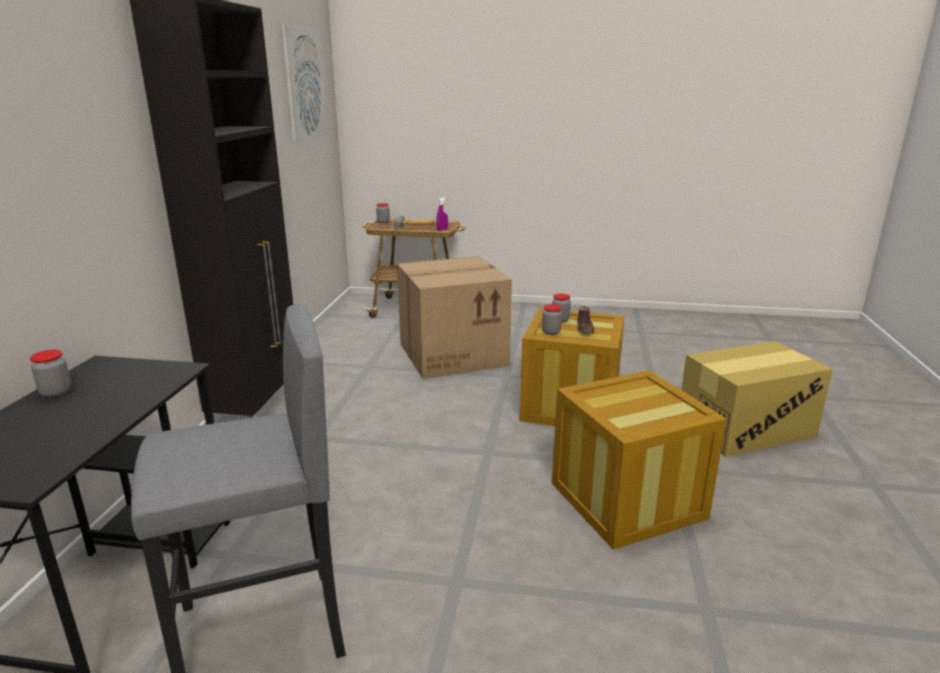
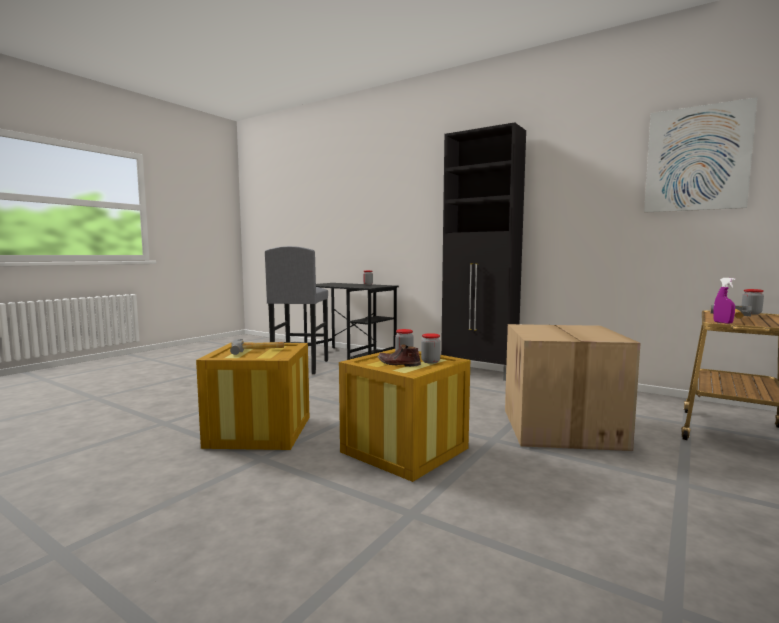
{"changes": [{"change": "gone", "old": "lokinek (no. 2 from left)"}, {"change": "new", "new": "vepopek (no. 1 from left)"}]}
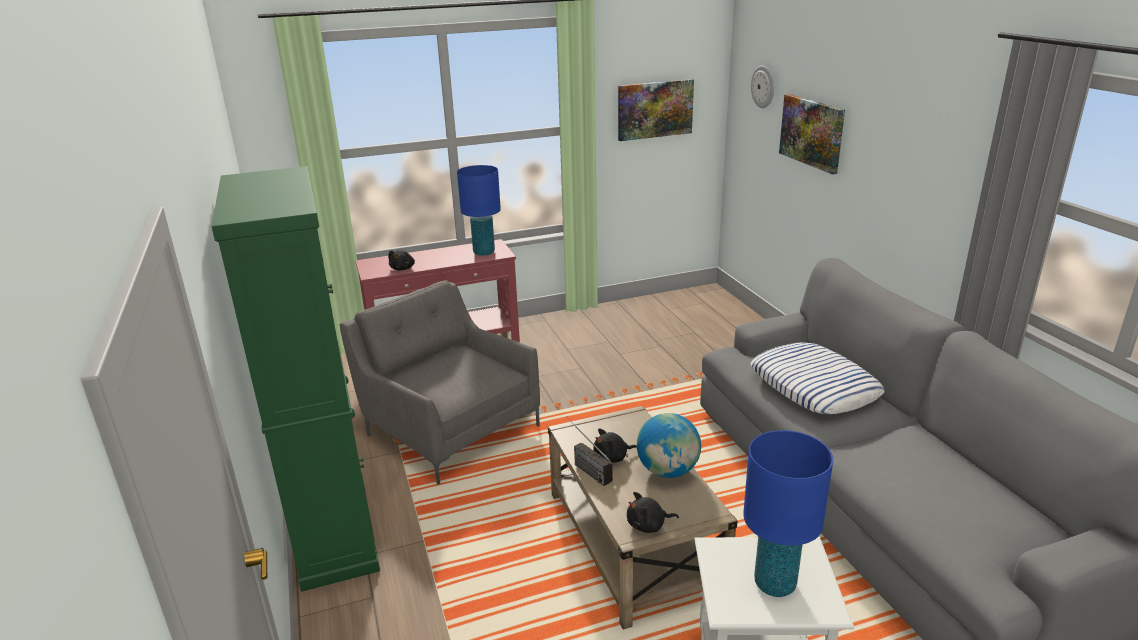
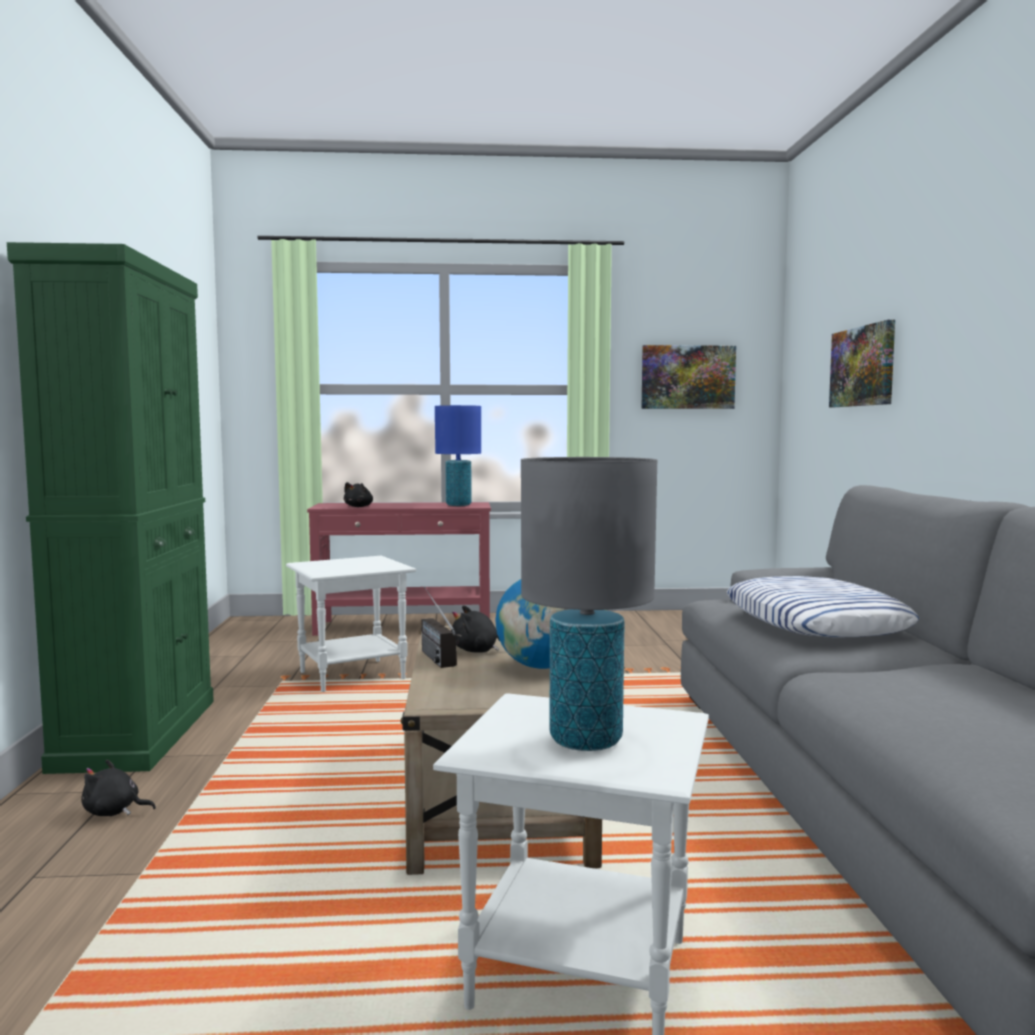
{"changes": [{"change": "swapped", "old": "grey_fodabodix", "new": "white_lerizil (no. 1 from left)"}, {"change": "shifted", "old": "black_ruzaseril (no. 3 from left in the first image)", "new": "black_ruzaseril (no. 1 from left)"}, {"change": "repainted", "old": "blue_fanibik (no. 2 from left)", "new": "grey_fanibik"}, {"change": "gone", "old": "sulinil"}]}
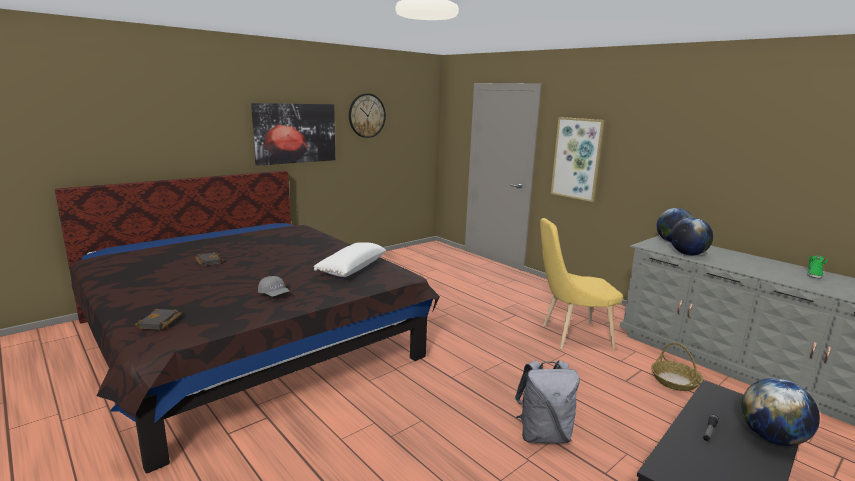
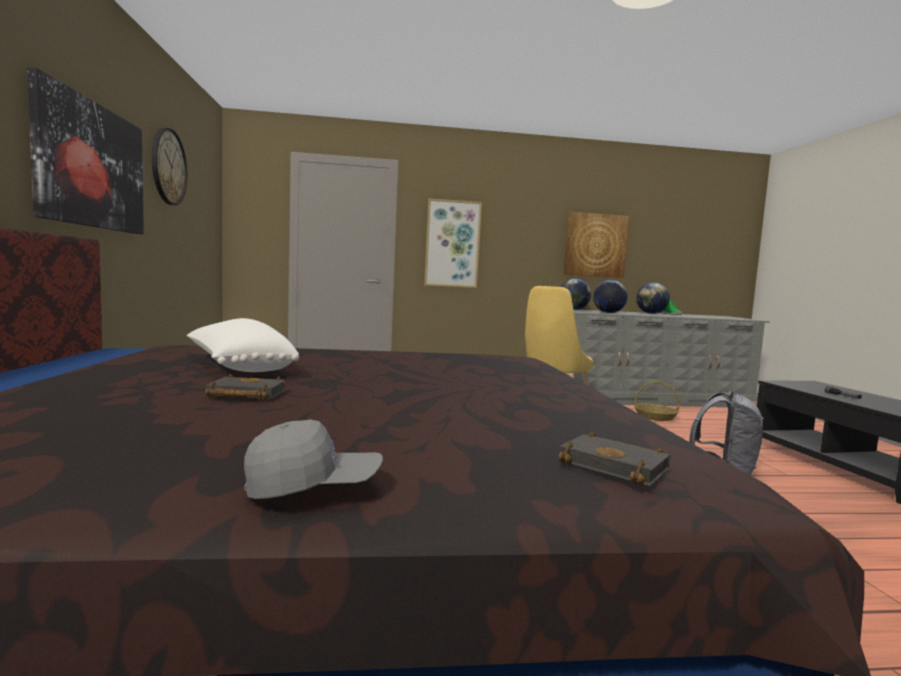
{"changes": [{"change": "shifted", "old": "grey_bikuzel"}, {"change": "shifted", "old": "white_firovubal"}, {"change": "shifted", "old": "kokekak (no. 3 from left)"}, {"change": "new", "new": "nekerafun (no. 3 from left)"}]}
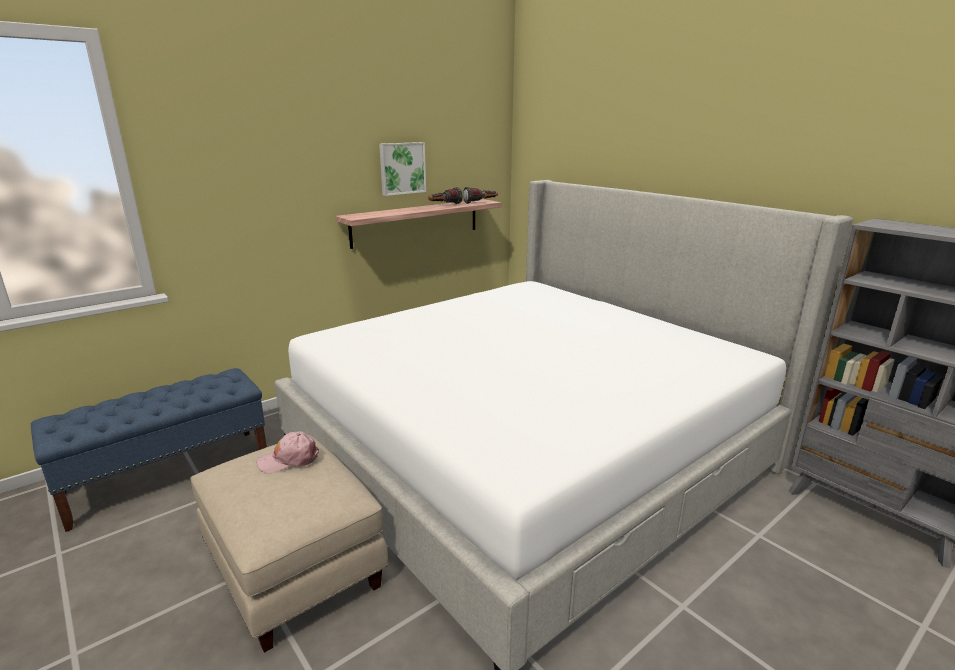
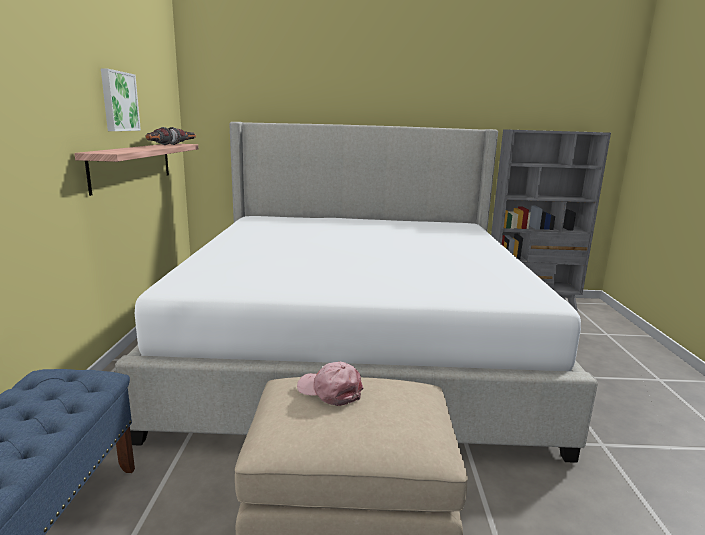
{"changes": [{"change": "rotated", "old": "pink_bikuzel", "degrees": 105}]}
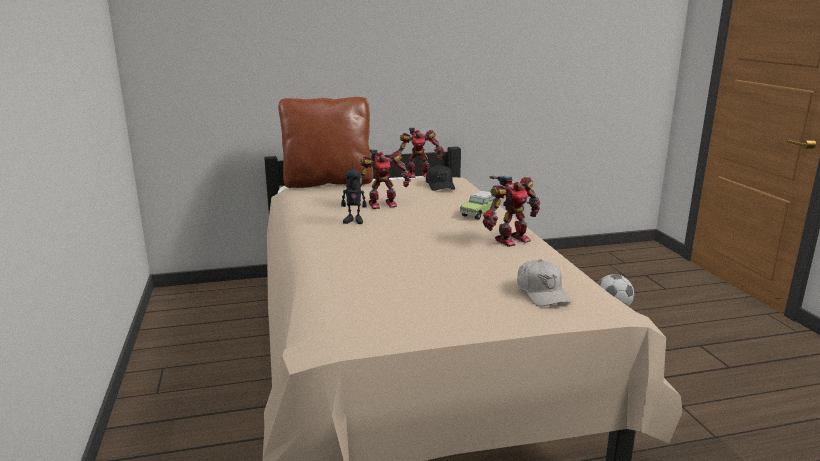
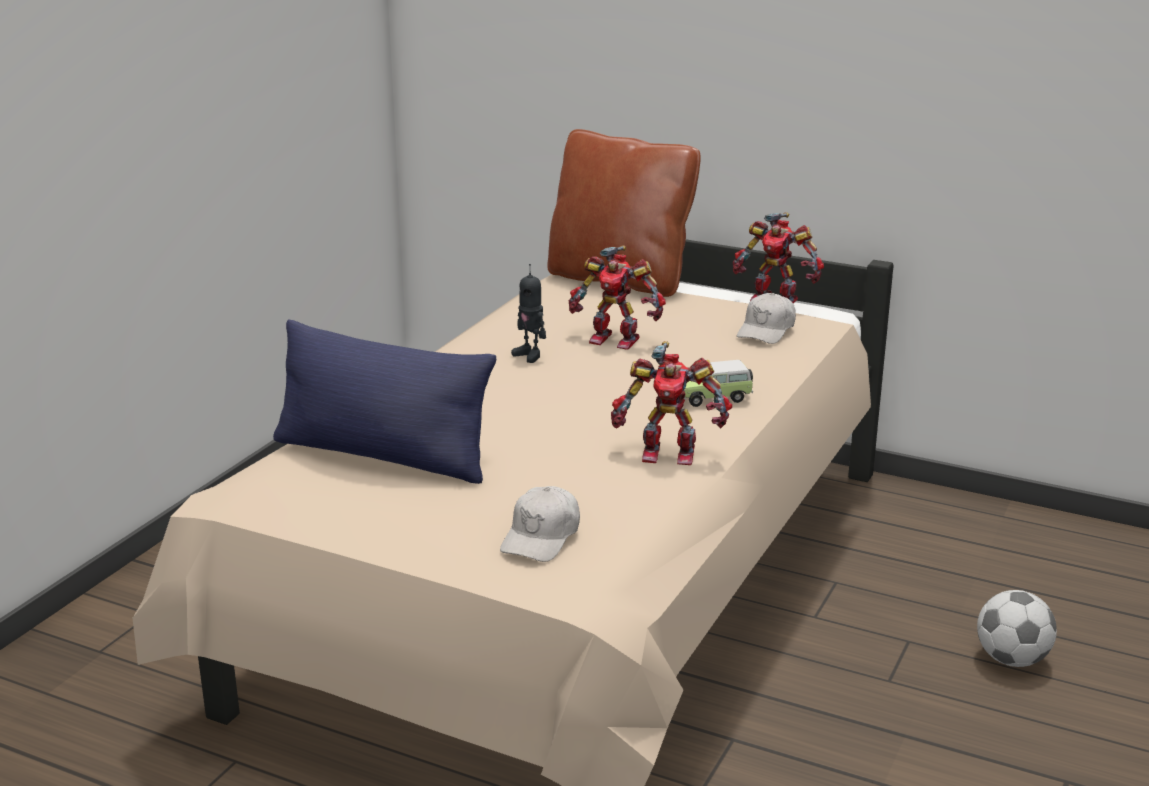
{"changes": [{"change": "repainted", "old": "black_bikuzel", "new": "white_bikuzel (no. 2 from left)"}, {"change": "new", "new": "blue_firovubal"}]}
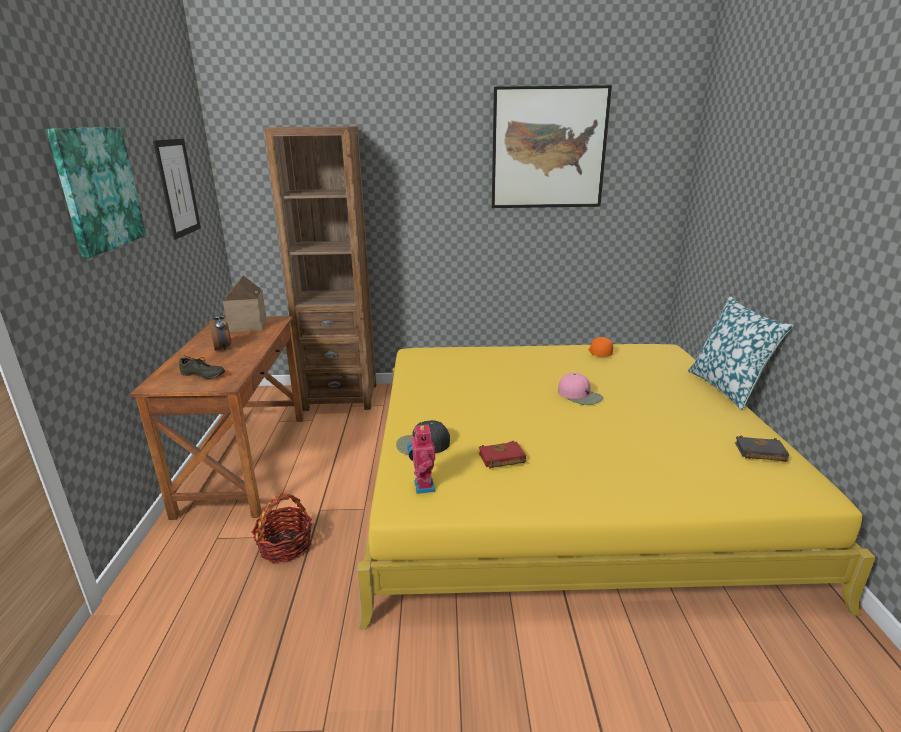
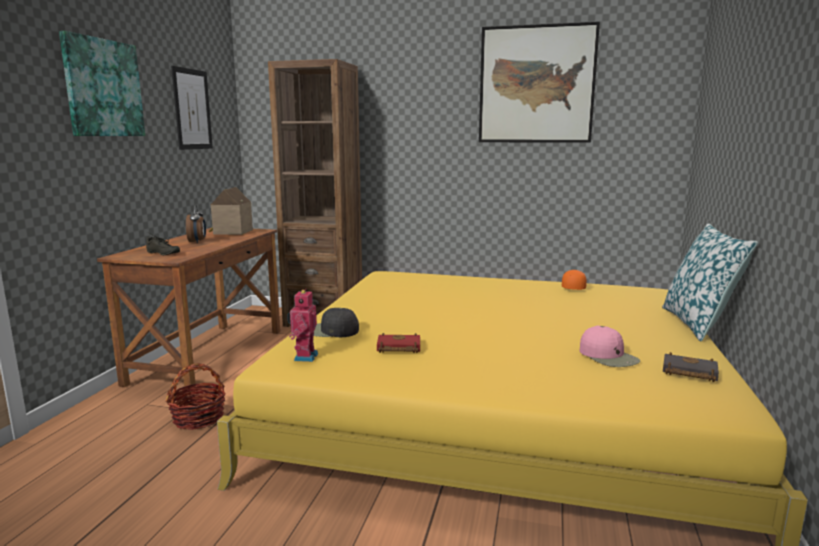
{"changes": [{"change": "shifted", "old": "pink_bikuzel"}]}
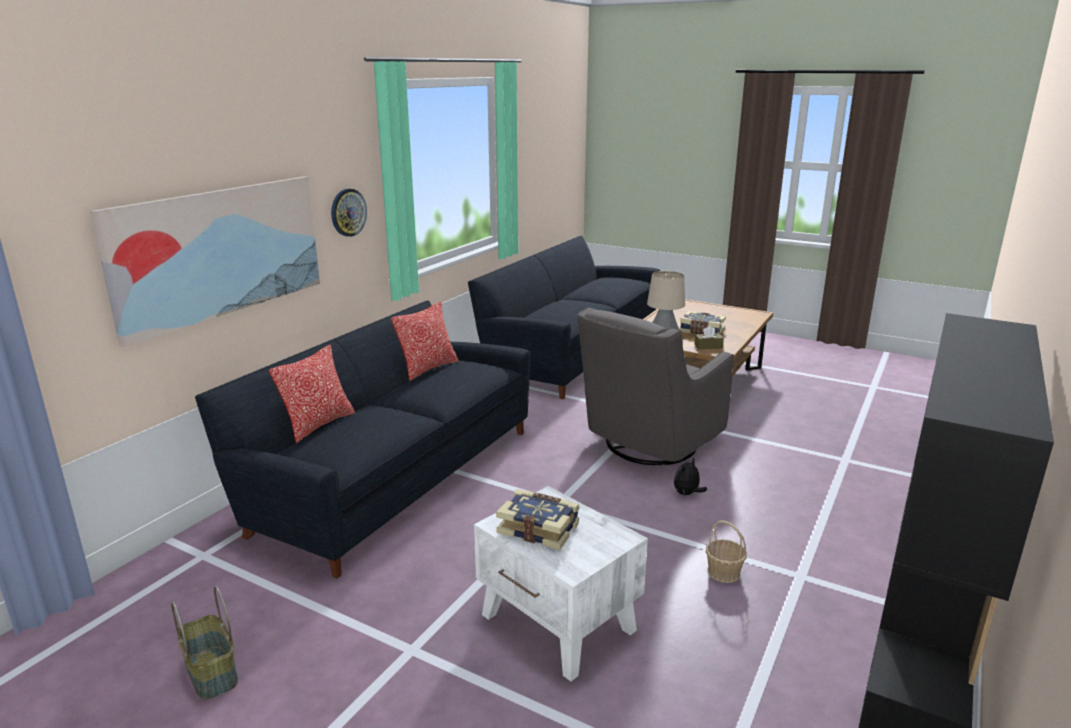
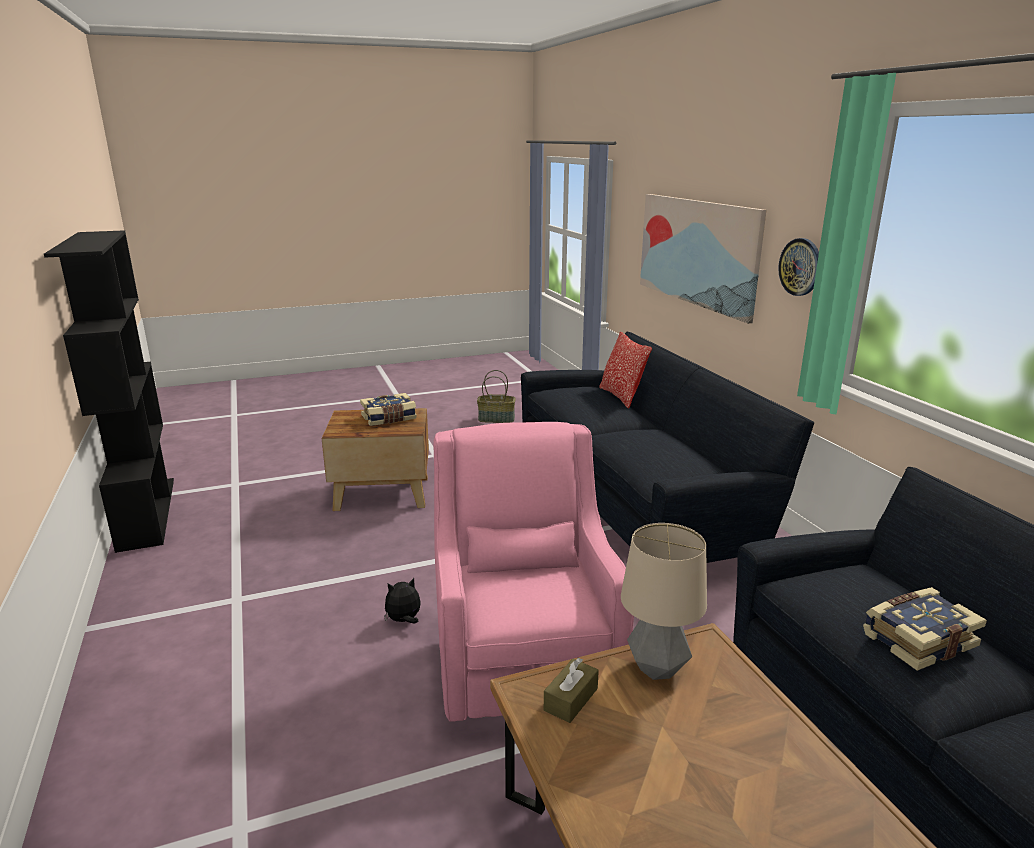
{"changes": [{"change": "gone", "old": "firovubal (no. 2 from left)"}, {"change": "repainted", "old": "white_lerizil", "new": "brown_lerizil"}, {"change": "repainted", "old": "grey_fodabodix", "new": "pink_fodabodix"}, {"change": "rotated", "old": "ruzaseril", "degrees": -105}, {"change": "shifted", "old": "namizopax (no. 2 from left)"}, {"change": "gone", "old": "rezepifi (no. 2 from left)"}]}
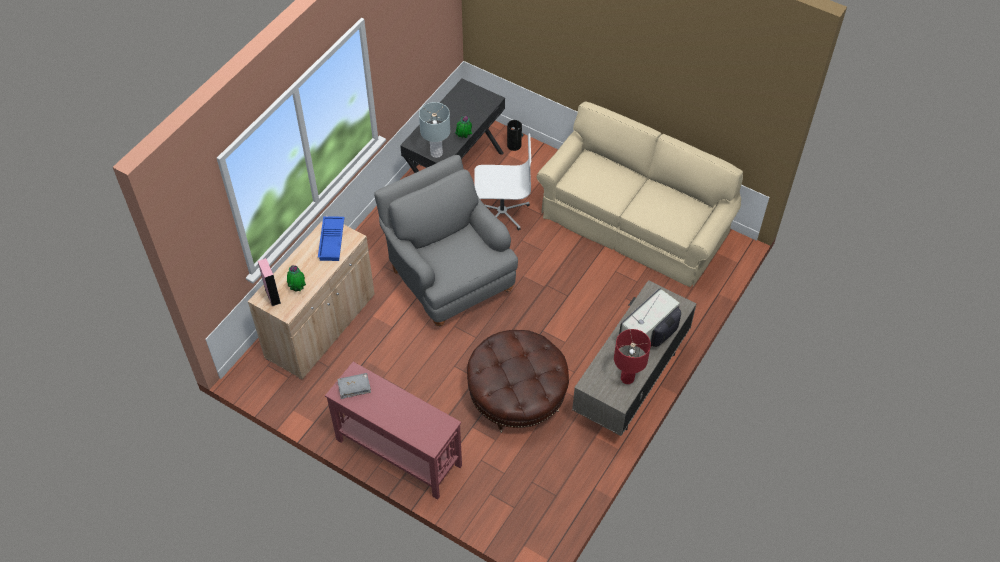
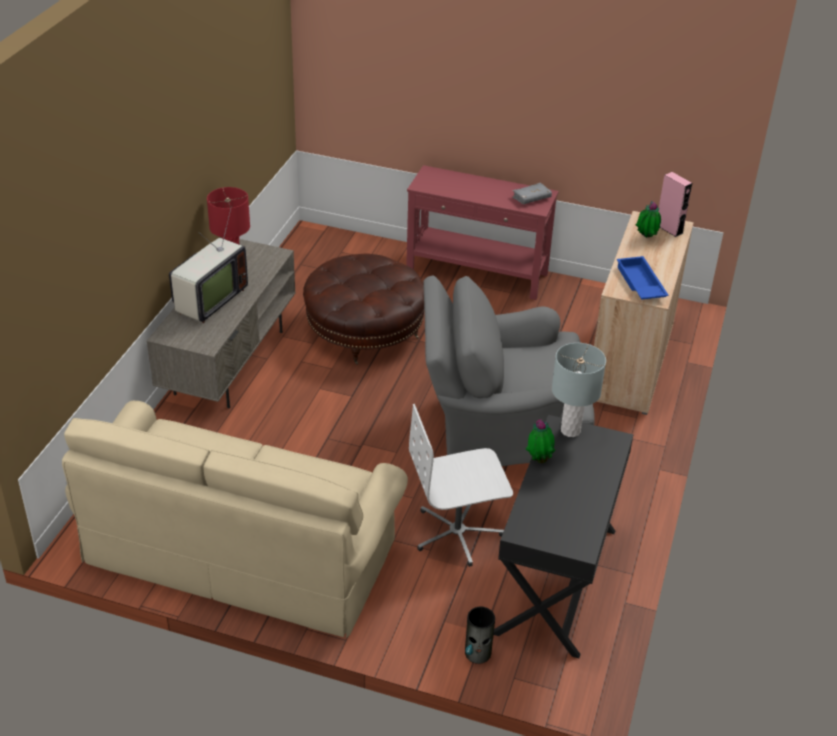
{"changes": [{"change": "rotated", "old": "grey_fodabodix", "degrees": 135}]}
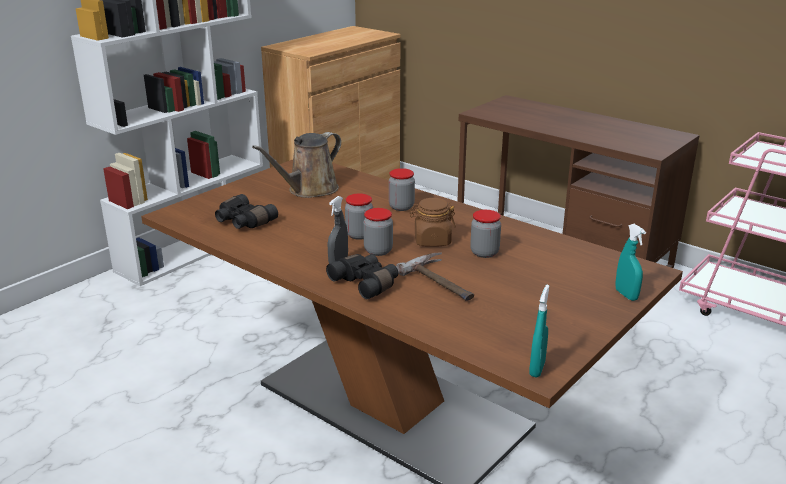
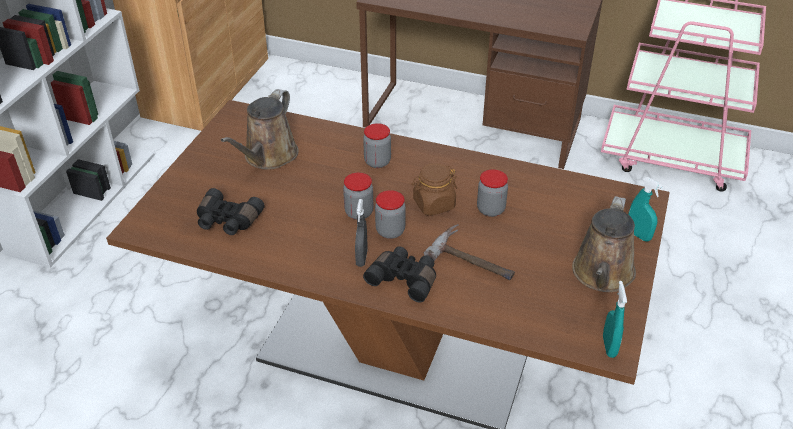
{"changes": [{"change": "new", "new": "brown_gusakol (no. 2 from left)"}]}
